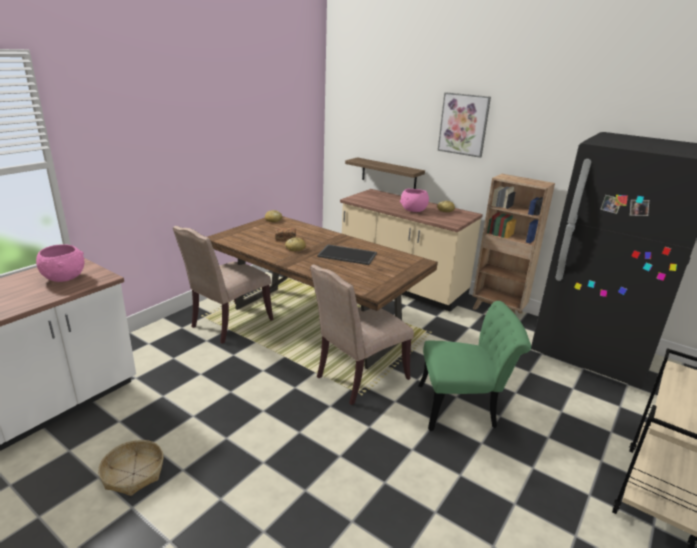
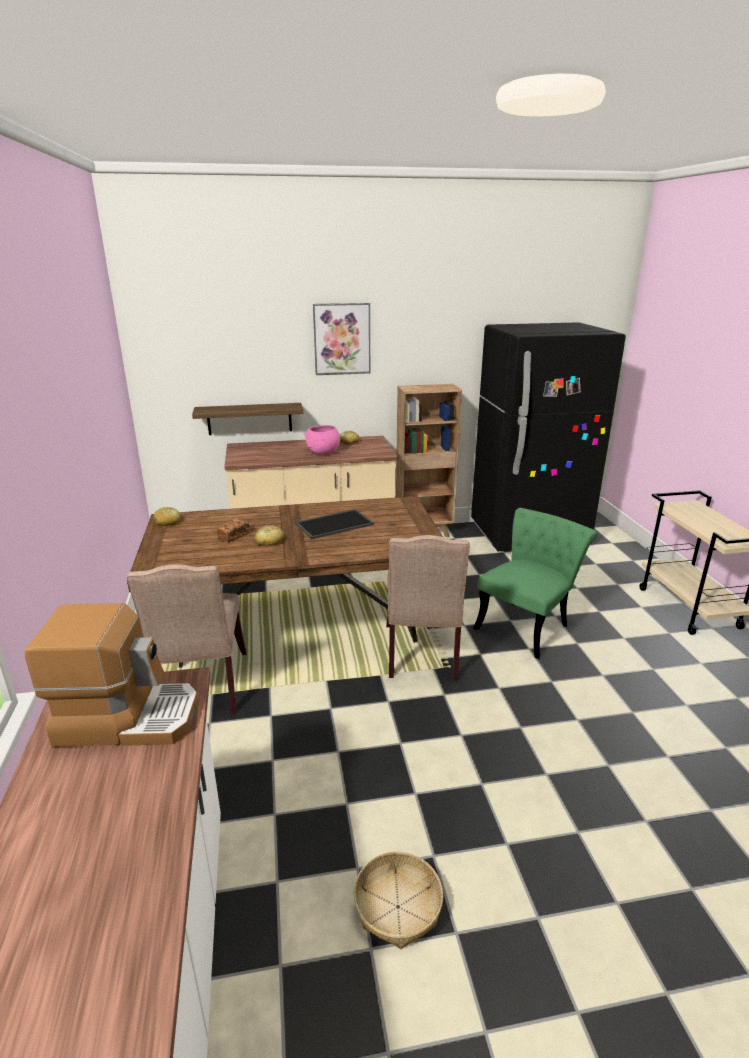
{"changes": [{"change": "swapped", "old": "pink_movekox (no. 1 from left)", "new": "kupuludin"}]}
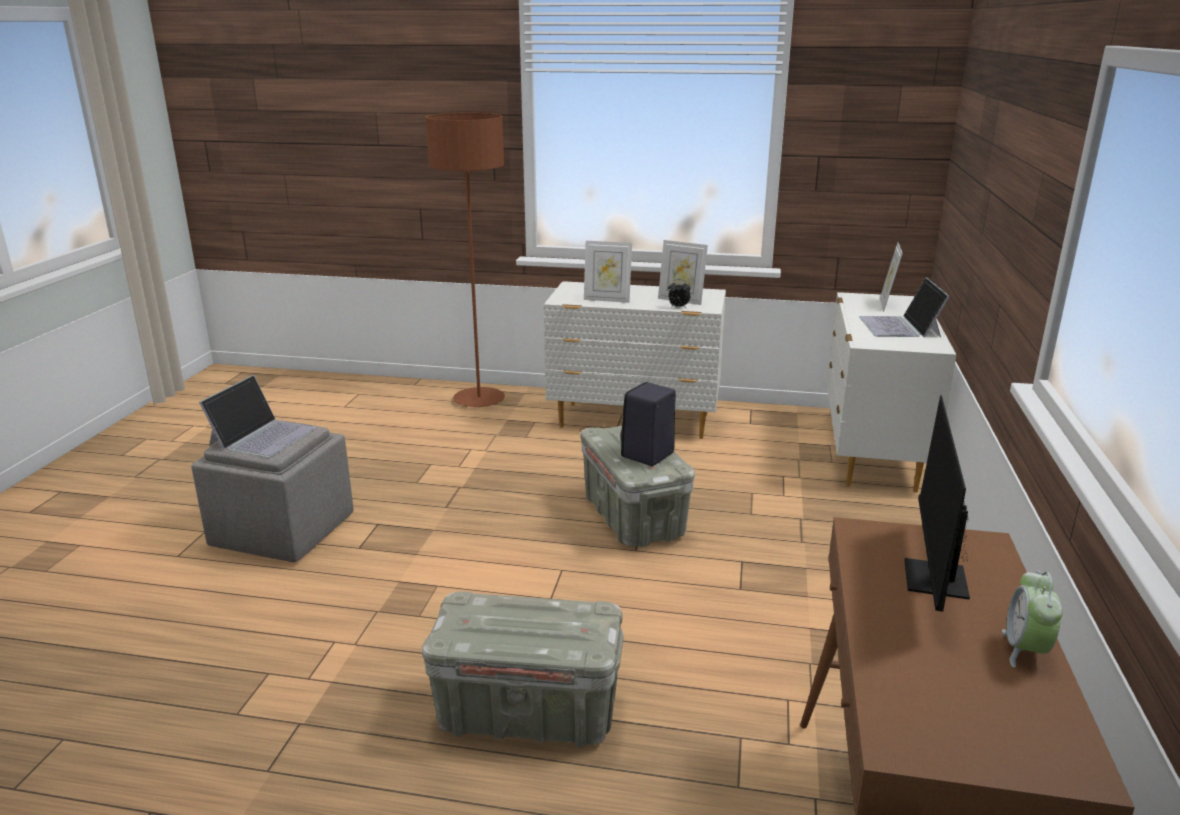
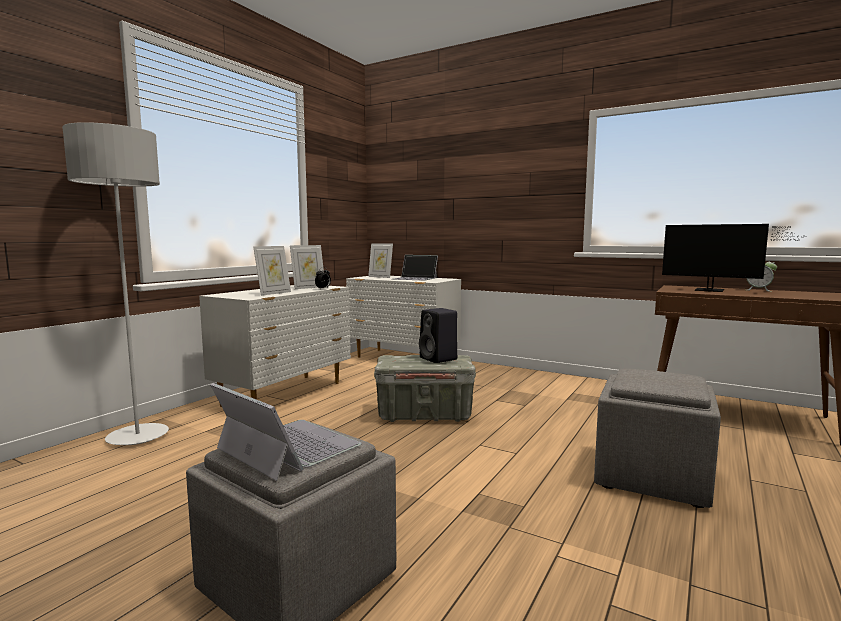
{"changes": [{"change": "swapped", "old": "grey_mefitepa (no. 1 from left)", "new": "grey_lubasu (no. 2 from left)"}, {"change": "repainted", "old": "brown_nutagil", "new": "grey_nutagil"}]}
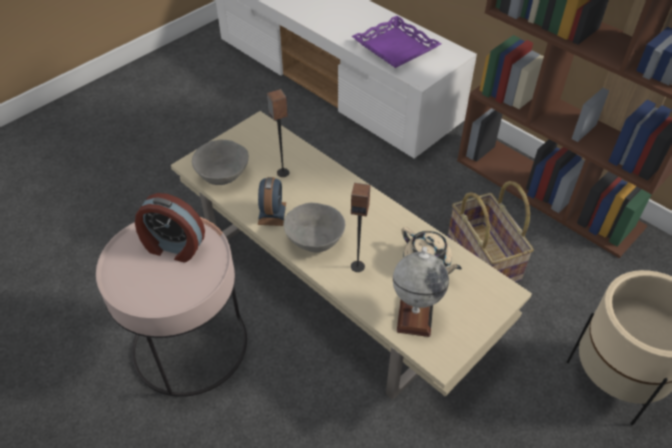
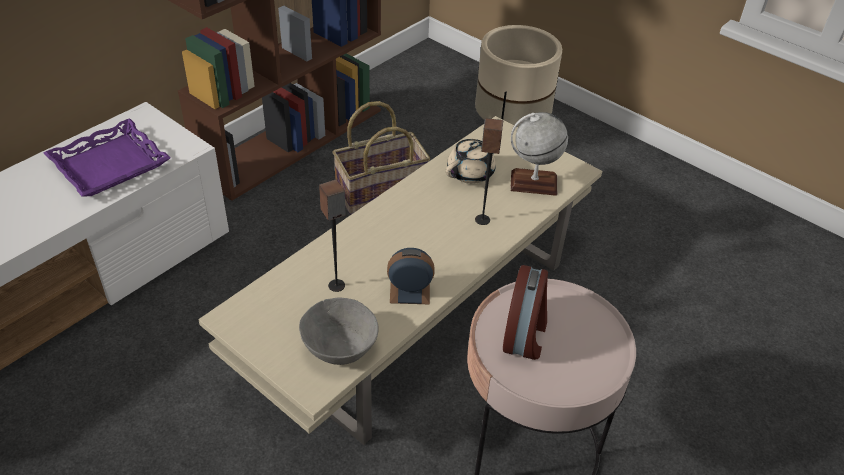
{"changes": [{"change": "gone", "old": "grey_movekox (no. 2 from left)"}]}
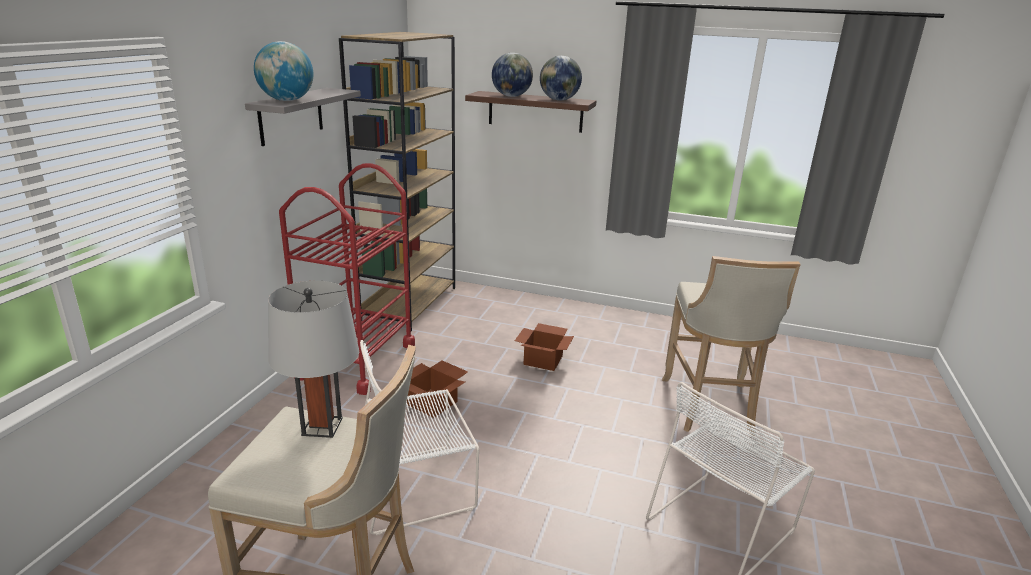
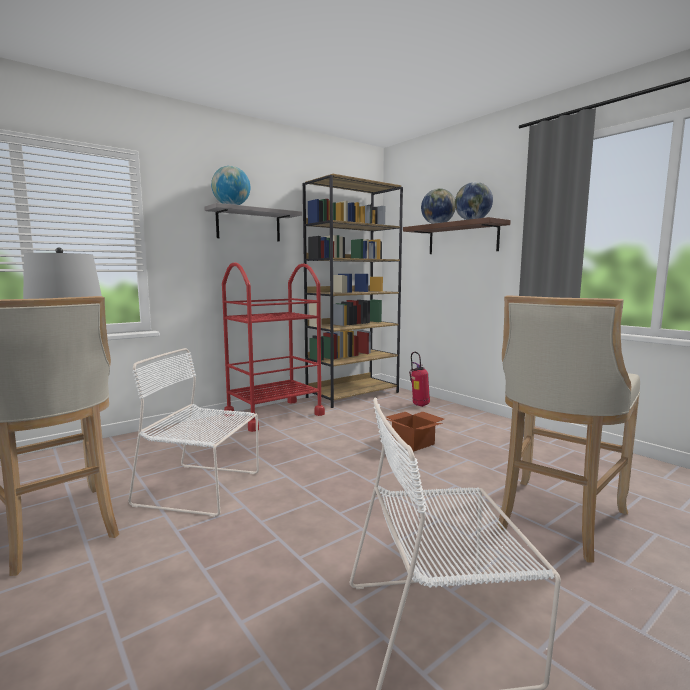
{"changes": [{"change": "gone", "old": "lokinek (no. 1 from left)"}, {"change": "new", "new": "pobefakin"}]}
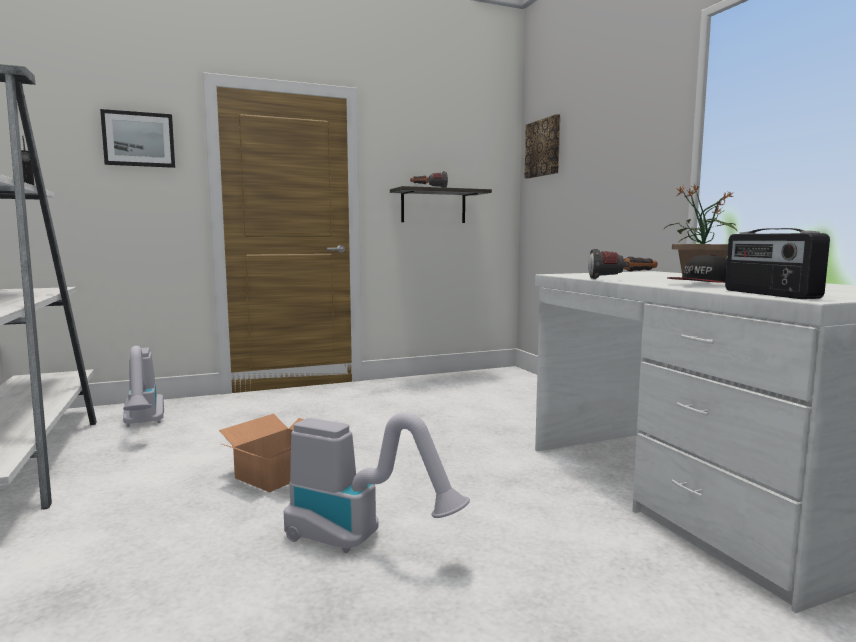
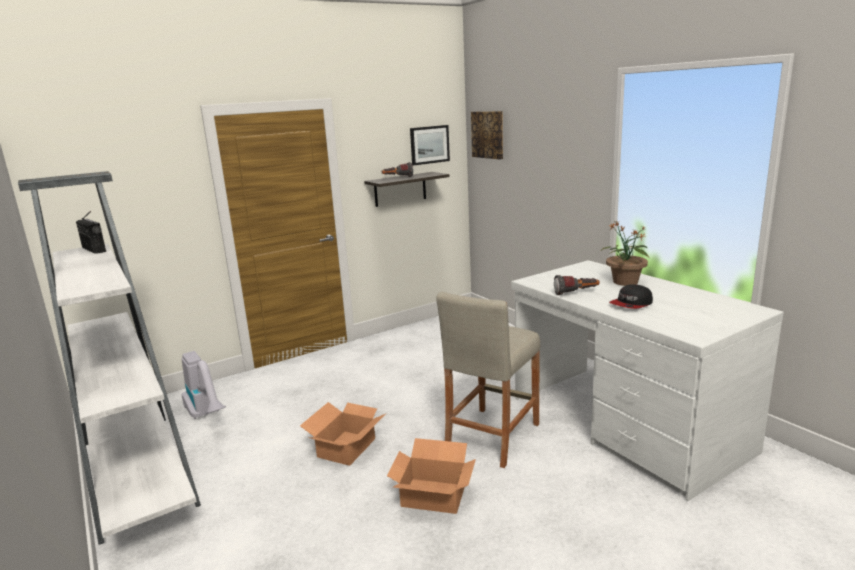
{"changes": [{"change": "shifted", "old": "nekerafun (no. 1 from left)"}, {"change": "swapped", "old": "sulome (no. 2 from left)", "new": "lokinek (no. 2 from left)"}, {"change": "gone", "old": "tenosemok (no. 2 from left)"}, {"change": "new", "new": "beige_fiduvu"}]}
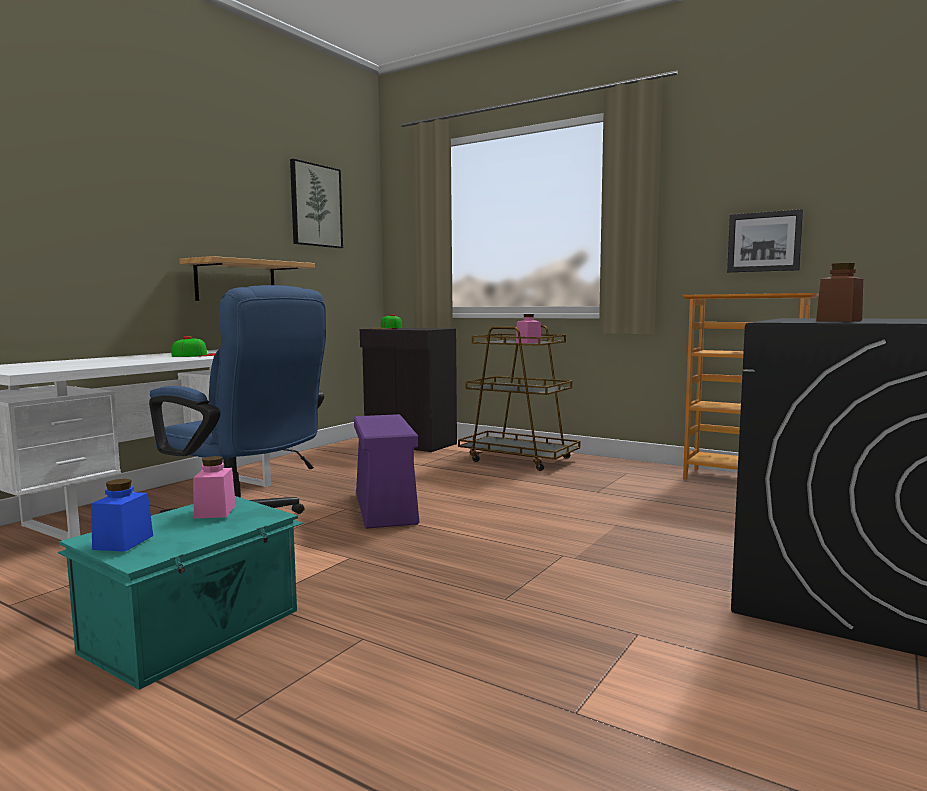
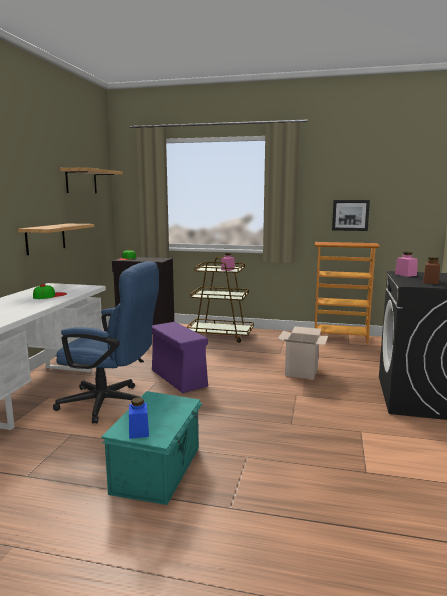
{"changes": [{"change": "shifted", "old": "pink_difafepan (no. 1 from left in the first image)", "new": "pink_difafepan (no. 2 from left)"}, {"change": "swapped", "old": "nekerafun (no. 1 from left)", "new": "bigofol (no. 2 from left)"}, {"change": "new", "new": "lokinek"}]}
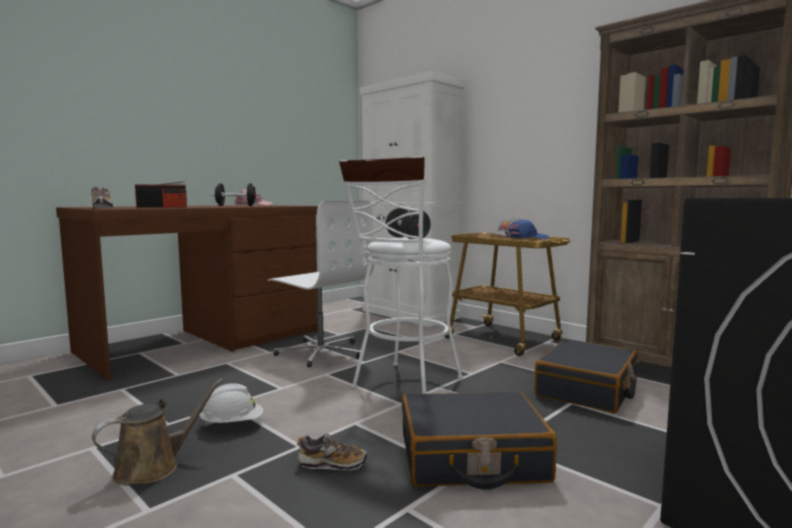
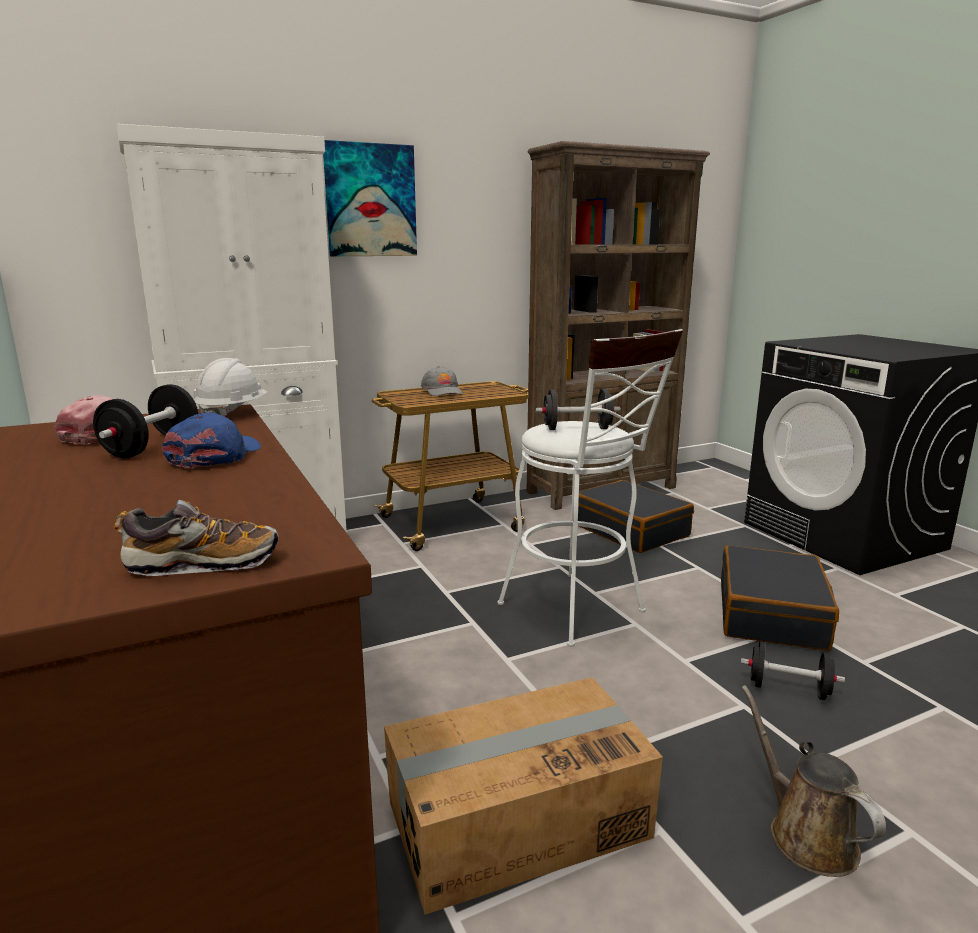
{"changes": [{"change": "gone", "old": "tenosemok"}, {"change": "shifted", "old": "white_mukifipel"}, {"change": "gone", "old": "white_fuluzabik"}, {"change": "swapped", "old": "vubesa (no. 2 from left)", "new": "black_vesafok (no. 3 from left)"}, {"change": "shifted", "old": "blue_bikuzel"}, {"change": "new", "new": "nekerafun"}, {"change": "new", "new": "lokinek"}]}
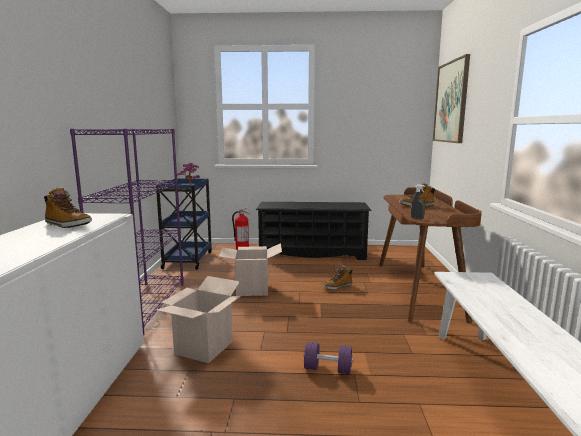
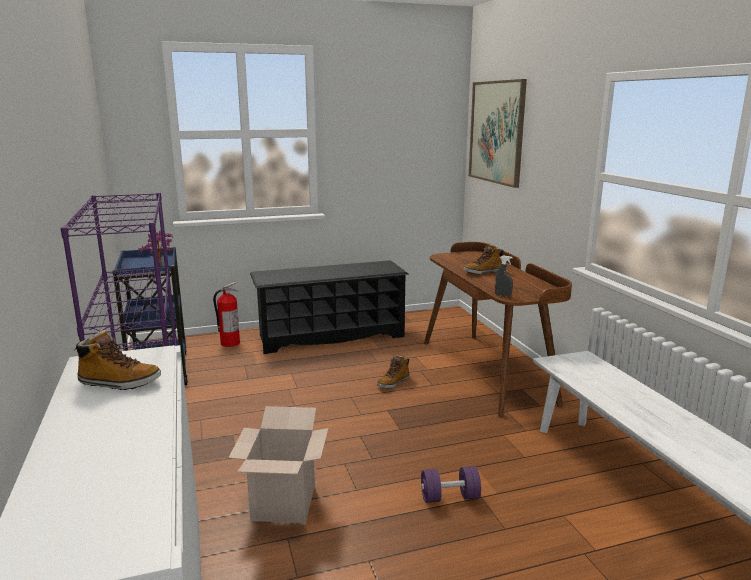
{"changes": [{"change": "gone", "old": "lokinek (no. 2 from left)"}]}
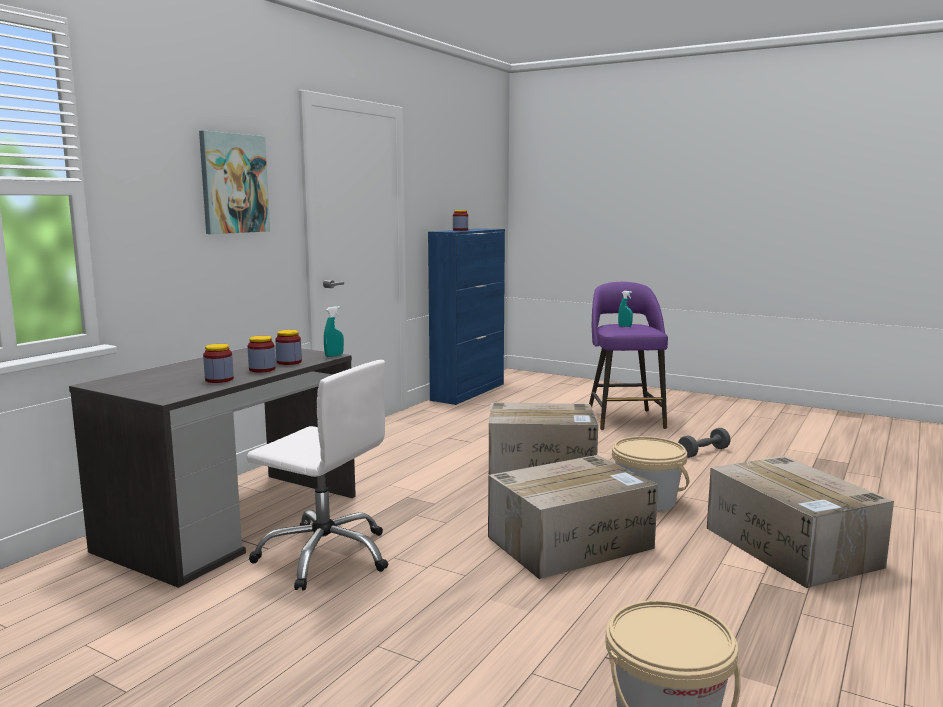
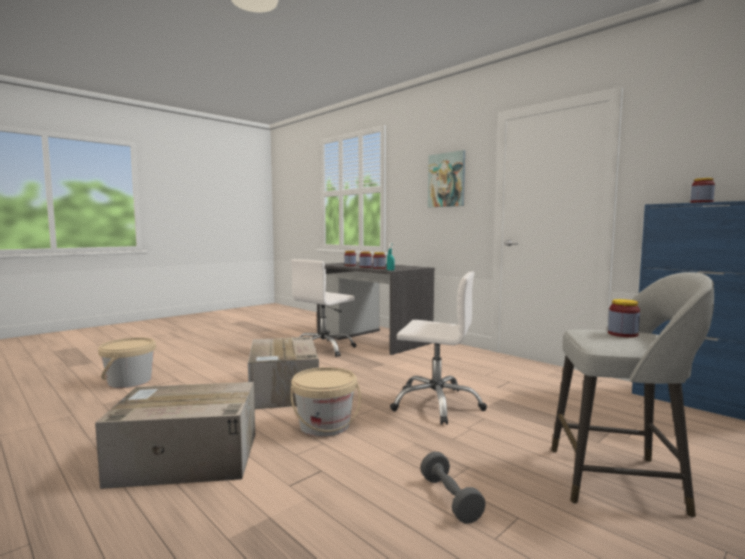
{"changes": [{"change": "swapped", "old": "lokinek (no. 1 from left)", "new": "white_fuluzabik (no. 2 from left)"}, {"change": "repainted", "old": "purple_fiduvu", "new": "grey_fiduvu"}, {"change": "swapped", "old": "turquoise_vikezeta (no. 2 from left)", "new": "difafepan (no. 4 from left)"}]}
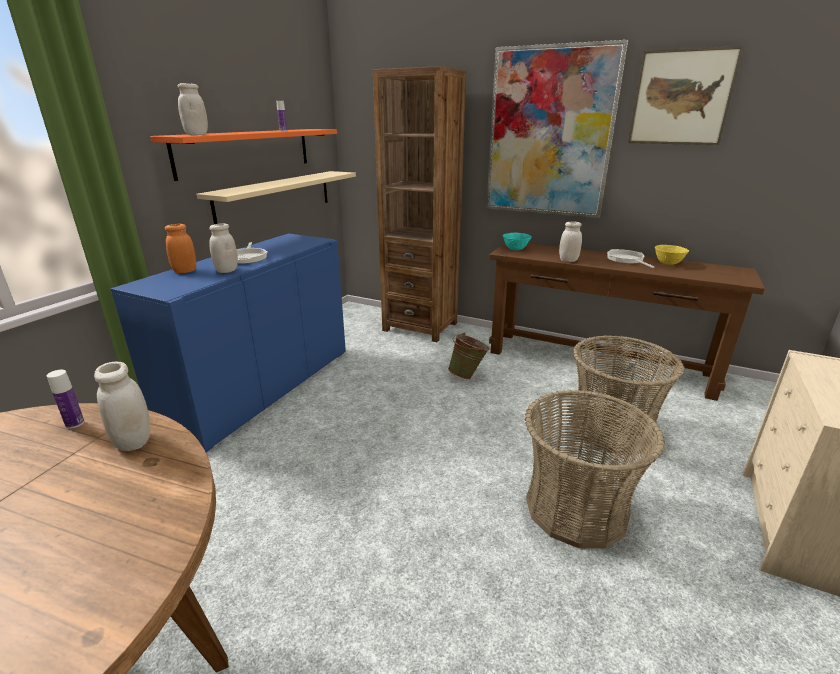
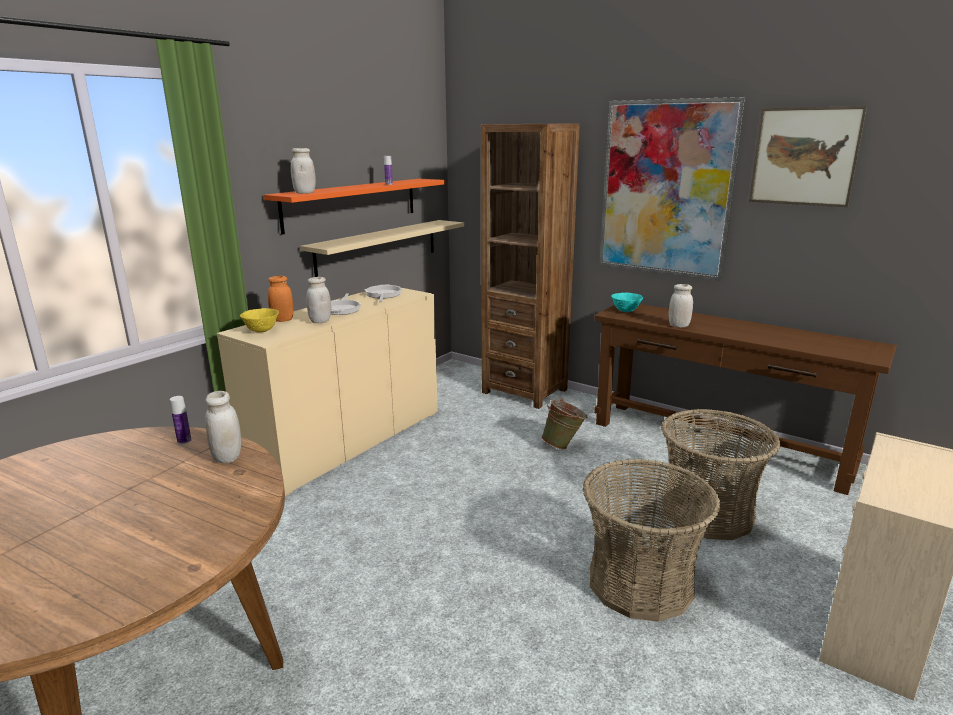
{"changes": [{"change": "repainted", "old": "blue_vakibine", "new": "beige_vakibine"}, {"change": "shifted", "old": "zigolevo (no. 2 from left)"}, {"change": "shifted", "old": "yellow_movekox"}]}
